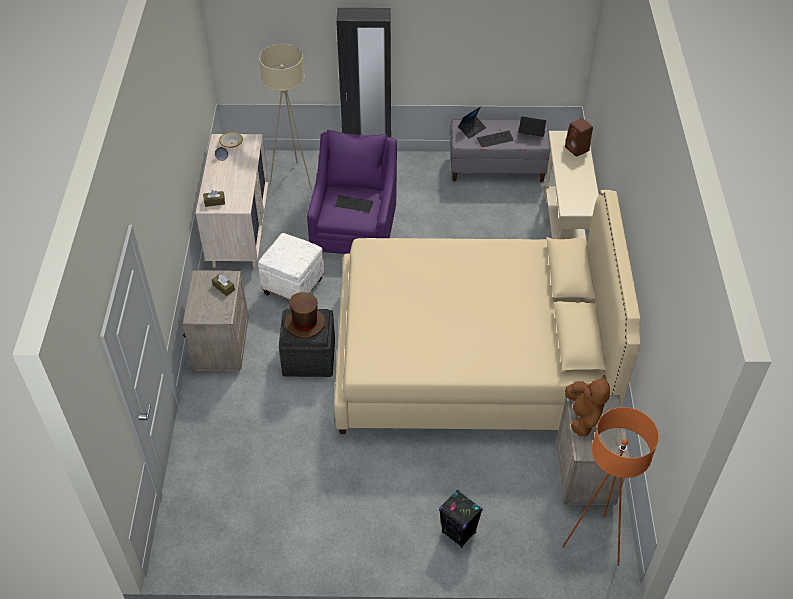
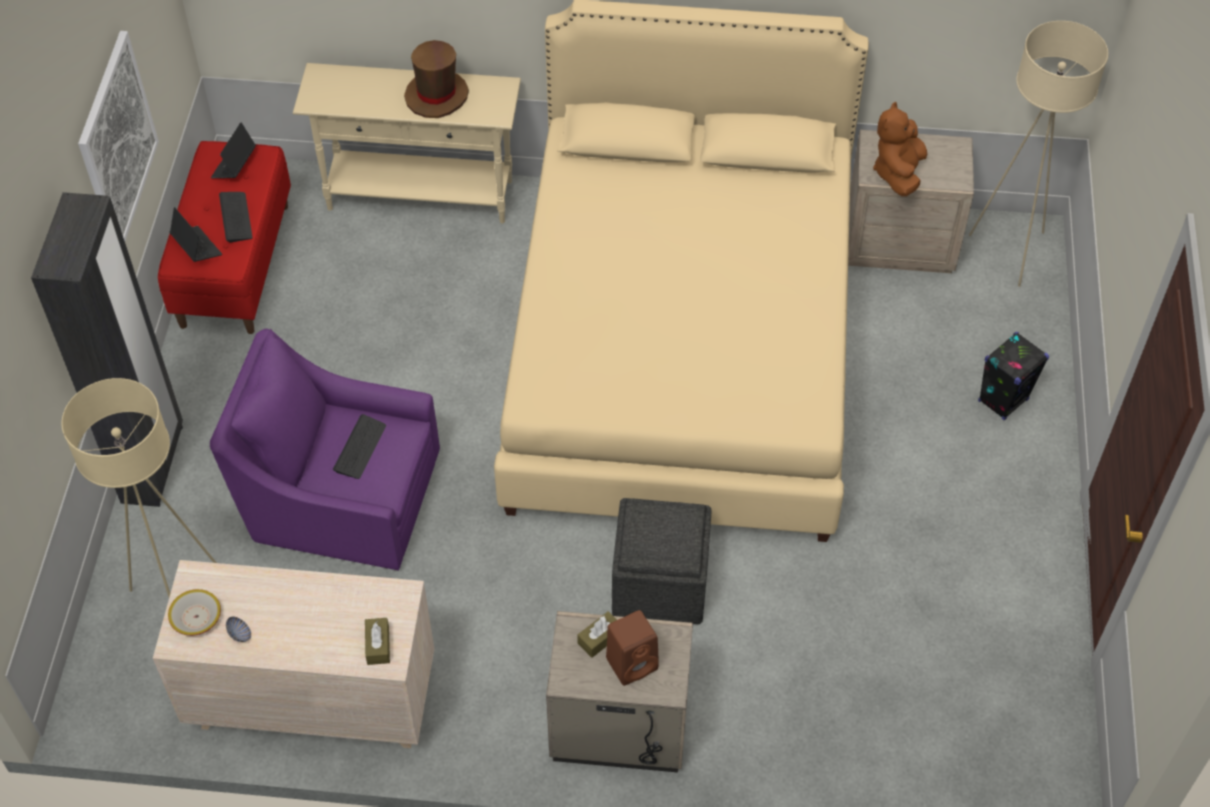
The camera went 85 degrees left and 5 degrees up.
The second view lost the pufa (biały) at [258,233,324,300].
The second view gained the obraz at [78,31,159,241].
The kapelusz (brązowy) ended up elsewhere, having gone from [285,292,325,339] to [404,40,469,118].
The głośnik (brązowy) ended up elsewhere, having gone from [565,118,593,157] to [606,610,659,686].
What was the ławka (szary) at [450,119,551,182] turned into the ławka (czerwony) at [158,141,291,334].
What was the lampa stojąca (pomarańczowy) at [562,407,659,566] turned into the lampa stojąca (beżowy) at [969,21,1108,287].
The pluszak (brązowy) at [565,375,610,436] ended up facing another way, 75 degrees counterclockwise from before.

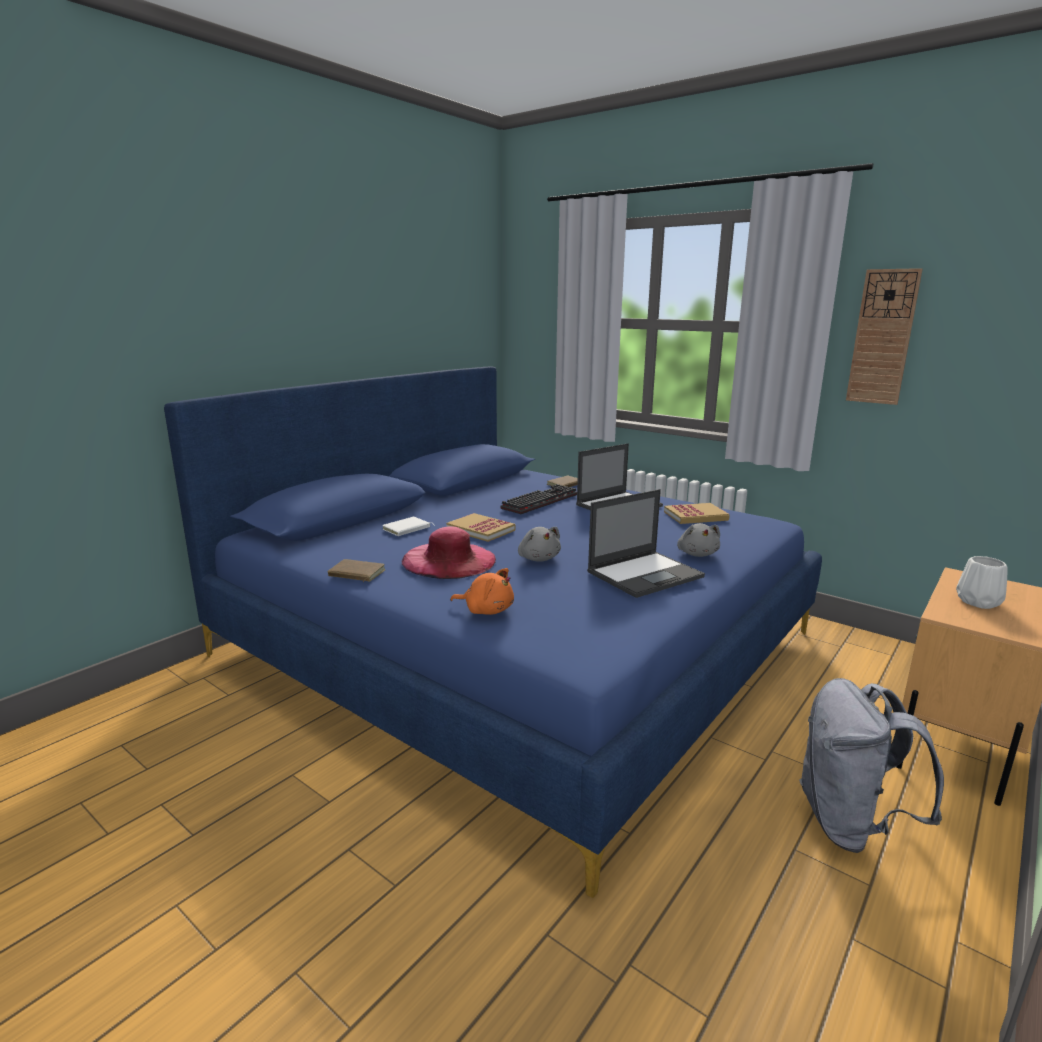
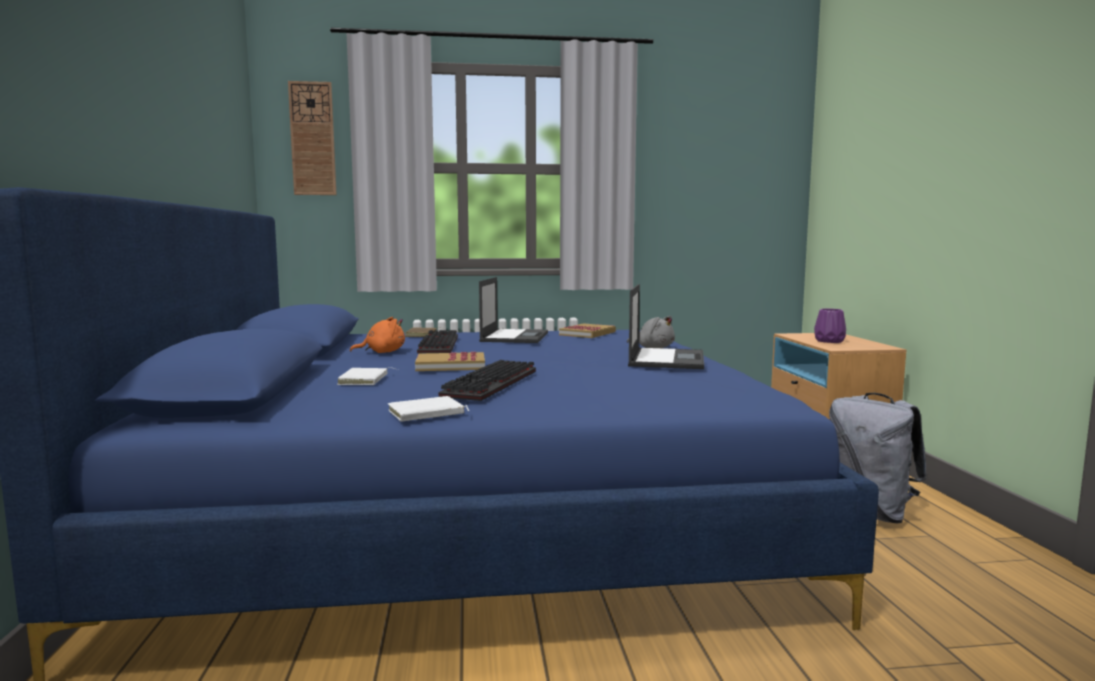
The camera went 45 degrees left and 10 degrees down.
The second view lost the pluszak (szary) at [518,527,561,562].
The pluszak (pomarańczowy) ended up elsewhere, having gone from [450,568,514,615] to [350,317,405,353].
The zegar ścienny ended up elsewhere, having gone from [846,268,923,405] to [288,81,337,195].
Where the kapelusz (różowy) stood at [402,526,496,579], the klawiatura came to stand at [439,360,536,401].
What was the książka (brązowy) at [328,559,386,582] turned into the książka (biały) at [388,396,469,422].
What was the wazon (biały) at [956,556,1008,609] turned into the wazon (fioletowy) at [814,309,846,343].

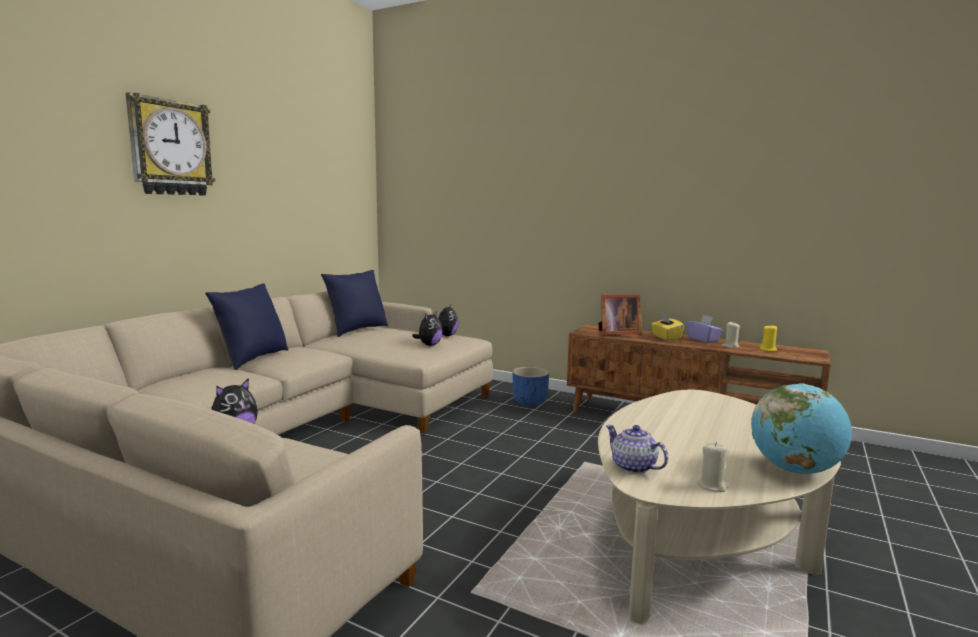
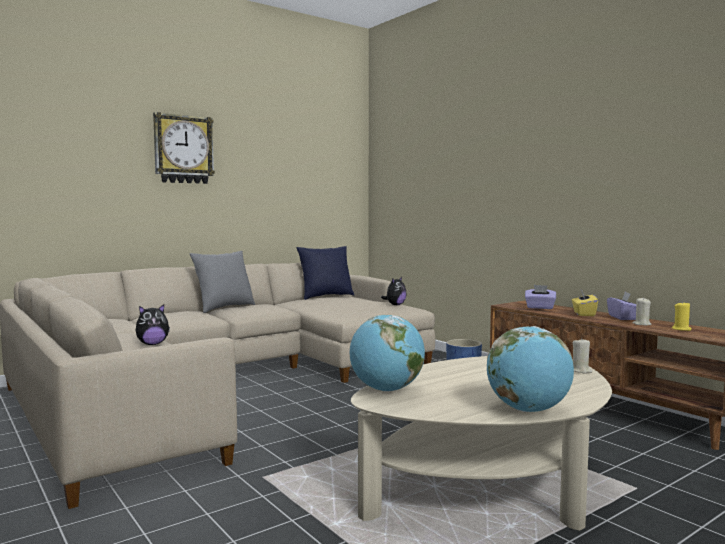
The camera went 25 degrees right and 5 degrees down.
The second view lost the pluszak at [412,311,443,346].
The świeca (beżowy) ended up elsewhere, having gone from [697,442,729,492] to [573,338,592,373].
Where the ramka na zdjęcie stood at [599,294,642,335], the pudełko chusteczek (fioletowy) came to stand at [525,285,556,309].
Where the imbryk stood at [606,425,668,474], the globus came to stand at [350,315,425,392].
What was the poduszka (niebieski) at [205,283,288,370] turned into the poduszka (szary) at [190,251,255,313].

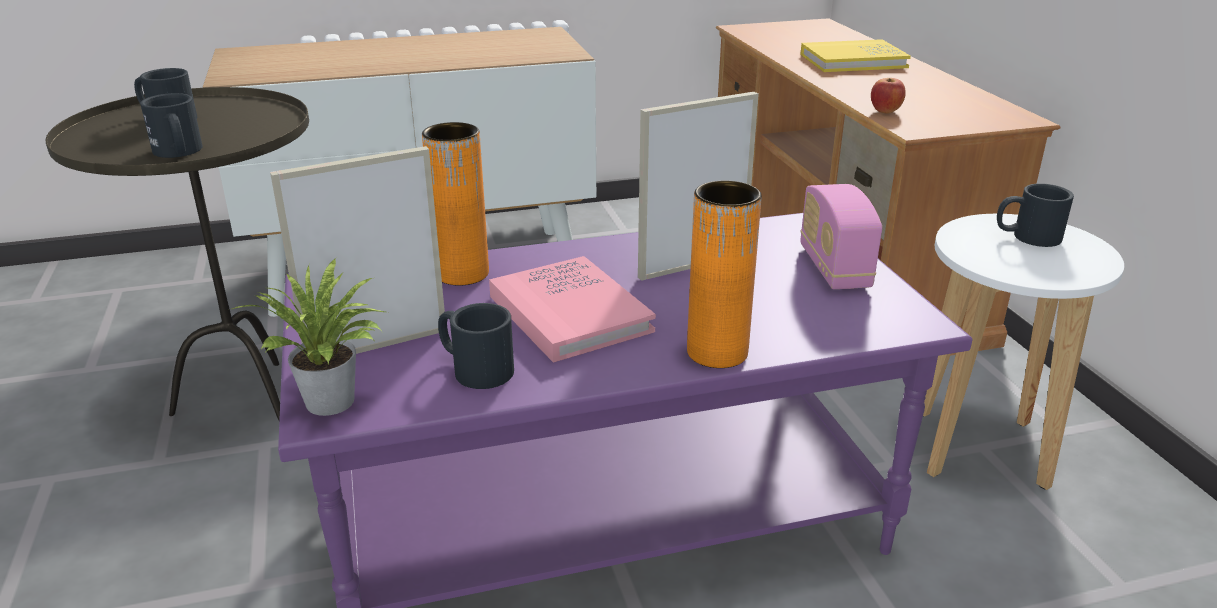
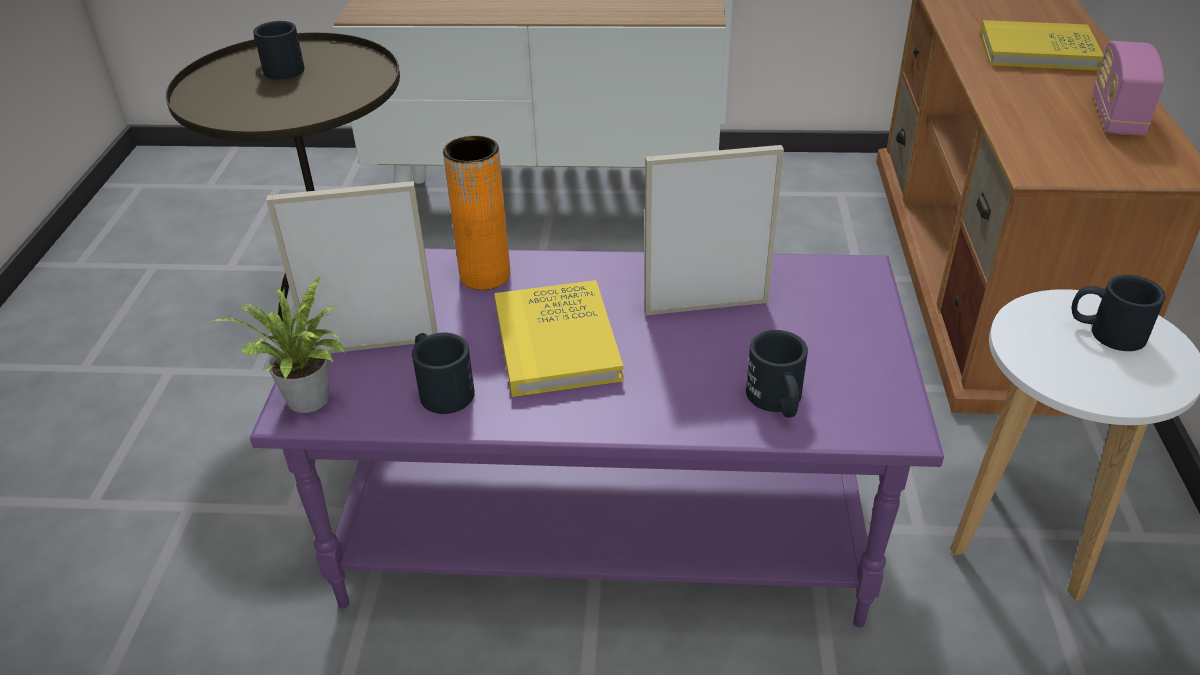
The camera went 20 degrees right and 10 degrees up.
The second view lost the wazon (pomarańczowy) at [687,181,762,368].
The second view lost the jabłko at [871,78,906,113].
The kubek (czarny) ended up elsewhere, having gone from [140,93,203,158] to [746,330,808,418].
The radio ended up elsewhere, having gone from [800,184,882,289] to [1093,41,1164,135].
What was the książka (różowy) at [489,256,656,363] turned into the książka (żółty) at [494,280,623,397].

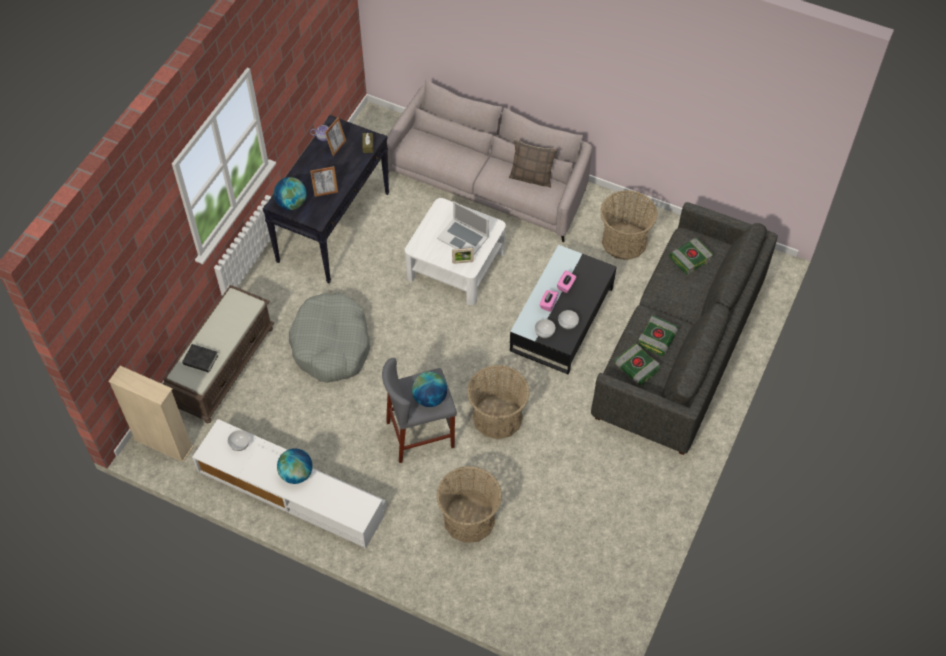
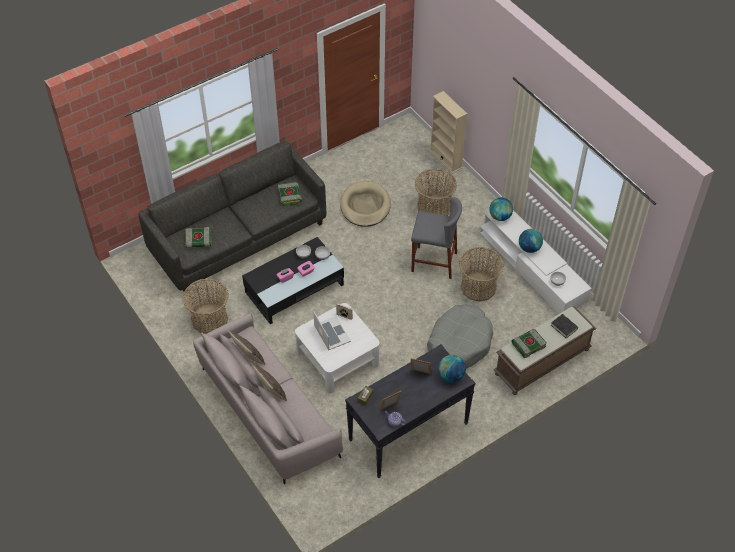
The camera went 150 degrees left and 5 degrees down.
The second view gained the poduszka at [251,363,287,401].
The second view gained the legowisko (beżowy) at [340,181,391,227].
The regał (beżowy) ended up elsewhere, having gone from [108,366,194,462] to [430,91,467,173].
The globus ended up elsewhere, having gone from [412,372,447,407] to [489,198,513,221].
The koszyk ended up elsewhere, having gone from [467,365,530,439] to [459,247,504,302].
The książka ended up elsewhere, having gone from [638,316,679,356] to [512,329,547,358].

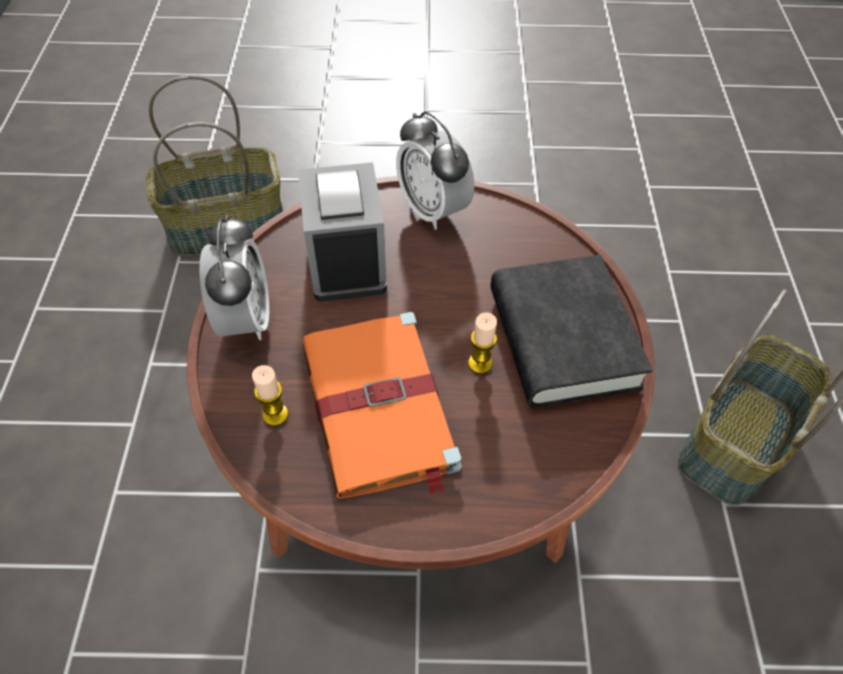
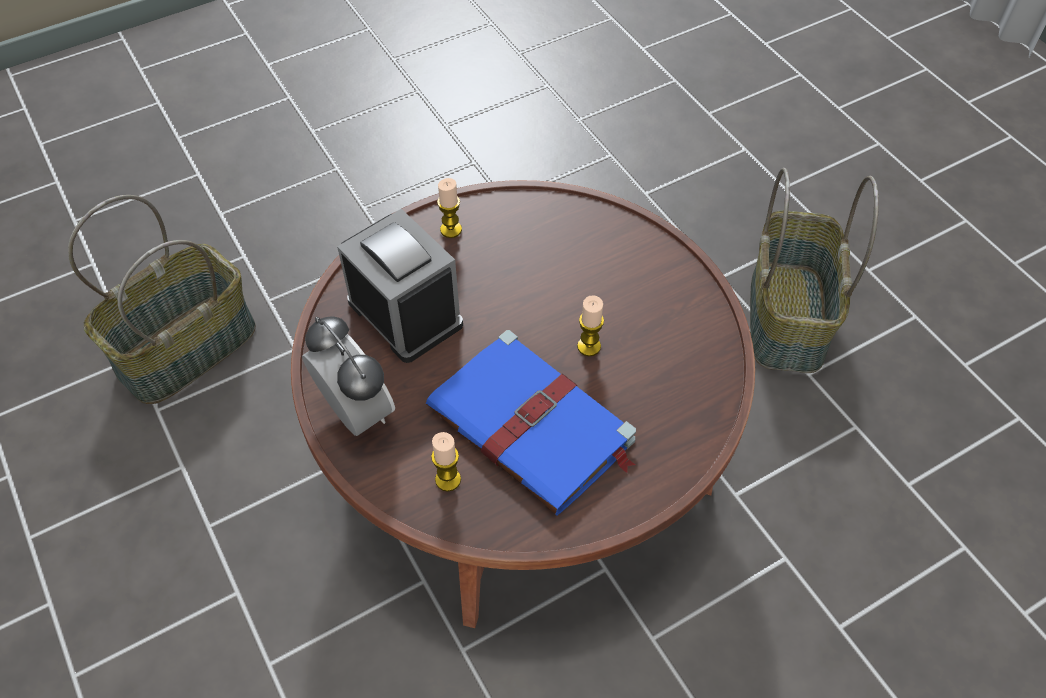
The camera went 30 degrees left and 0 degrees up.
The second view lost the książka (czarny) at [490,255,653,408].
Where the budzik stood at [396,111,475,230], the świeca came to stand at [437,178,462,238].
What was the książka (pomarańczowy) at [302,312,462,499] turned into the książka (niebieski) at [426,330,636,516].

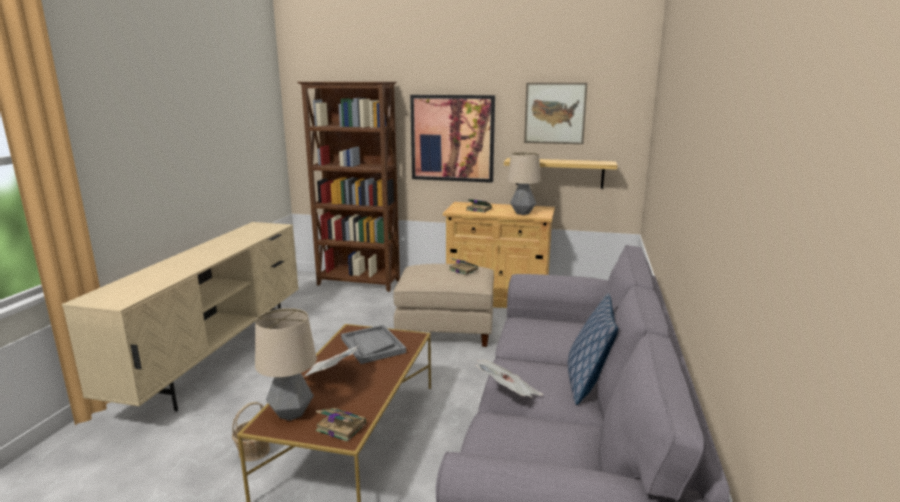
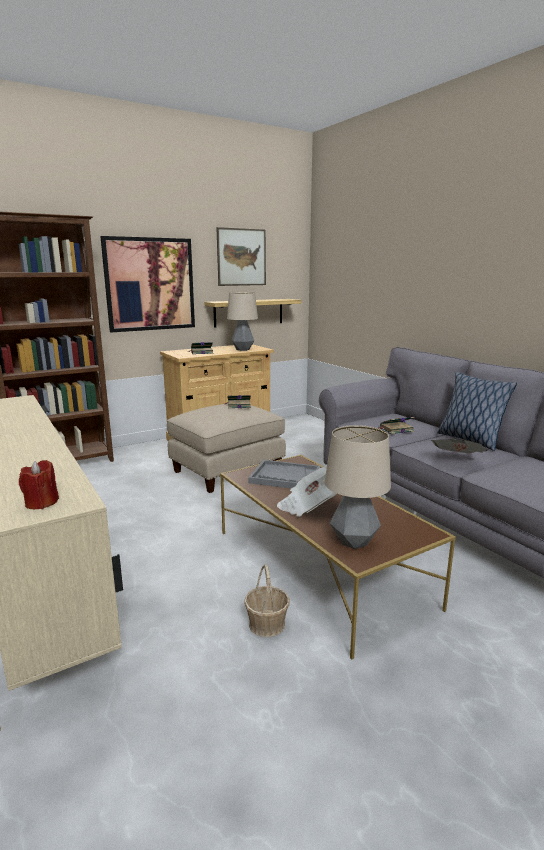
The camera went 45 degrees left and 0 degrees up.
The second view gained the świeca (czerwony) at [19,460,59,509].
The książka ended up elsewhere, having gone from [316,408,366,442] to [380,417,414,434].

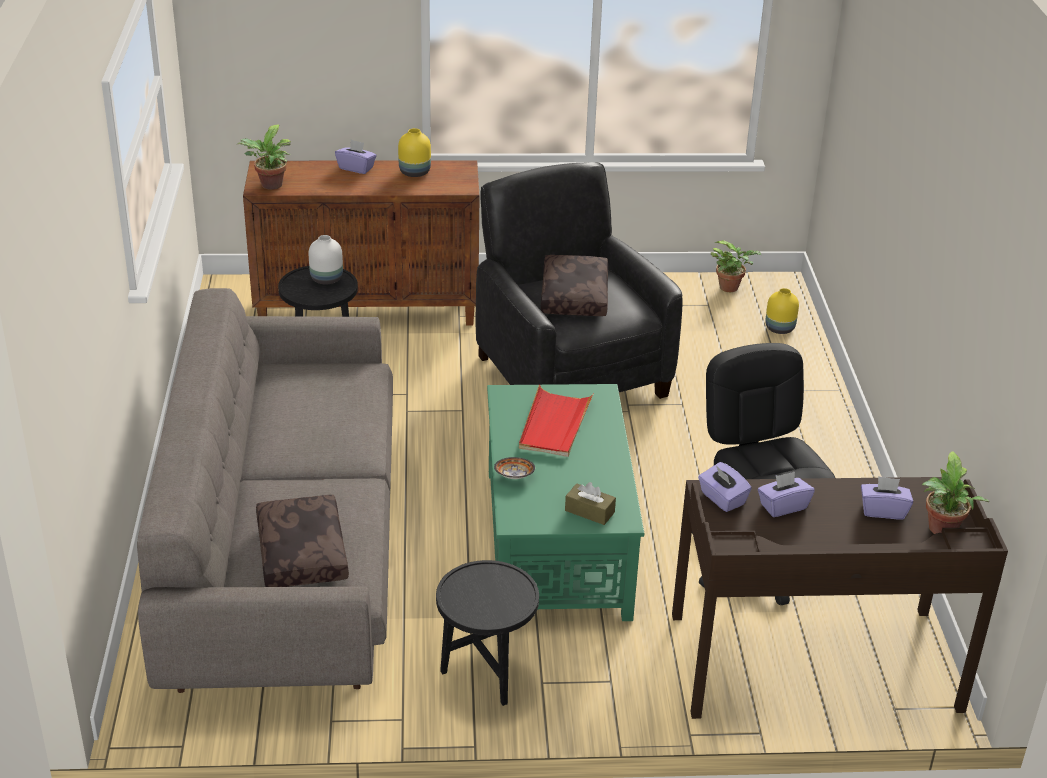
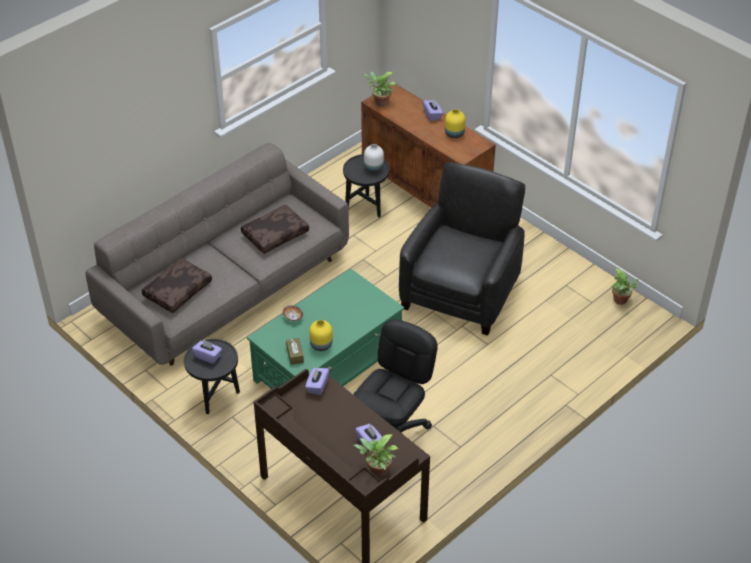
The camera went 50 degrees right and 10 degrees up.
The second view lost the taca (czerwony) at [519,385,594,457].
The poduszka (brązowy) ended up elsewhere, having gone from [541,255,608,316] to [241,205,309,254].
The pudełko chusteczek (fioletowy) ended up elsewhere, having gone from [758,472,815,517] to [192,339,222,364].
The wazon (żółty) ended up elsewhere, having gone from [765,288,799,334] to [309,320,333,351].

